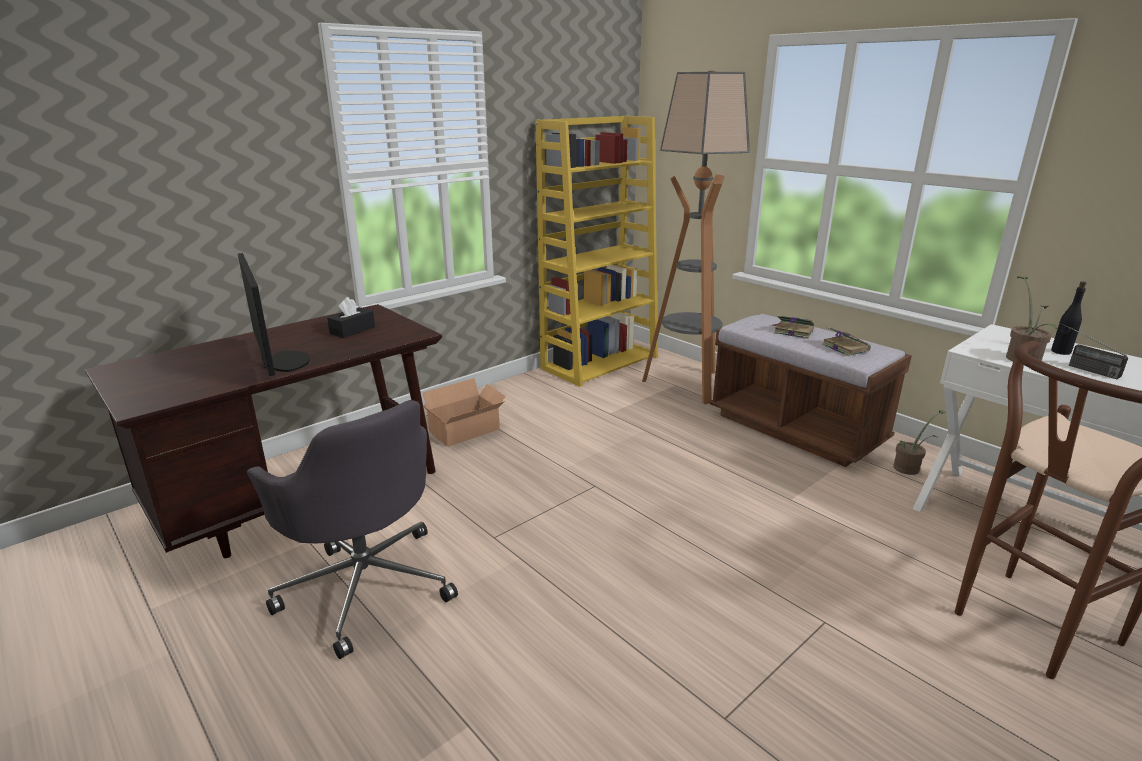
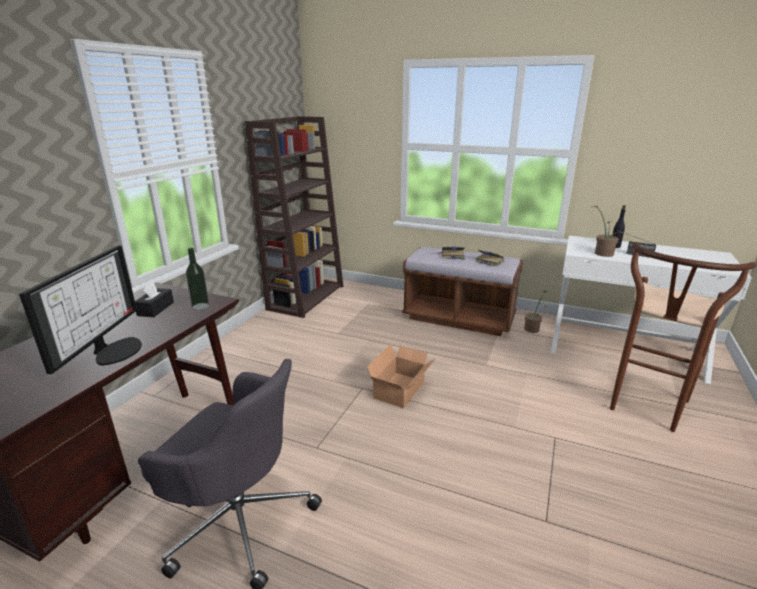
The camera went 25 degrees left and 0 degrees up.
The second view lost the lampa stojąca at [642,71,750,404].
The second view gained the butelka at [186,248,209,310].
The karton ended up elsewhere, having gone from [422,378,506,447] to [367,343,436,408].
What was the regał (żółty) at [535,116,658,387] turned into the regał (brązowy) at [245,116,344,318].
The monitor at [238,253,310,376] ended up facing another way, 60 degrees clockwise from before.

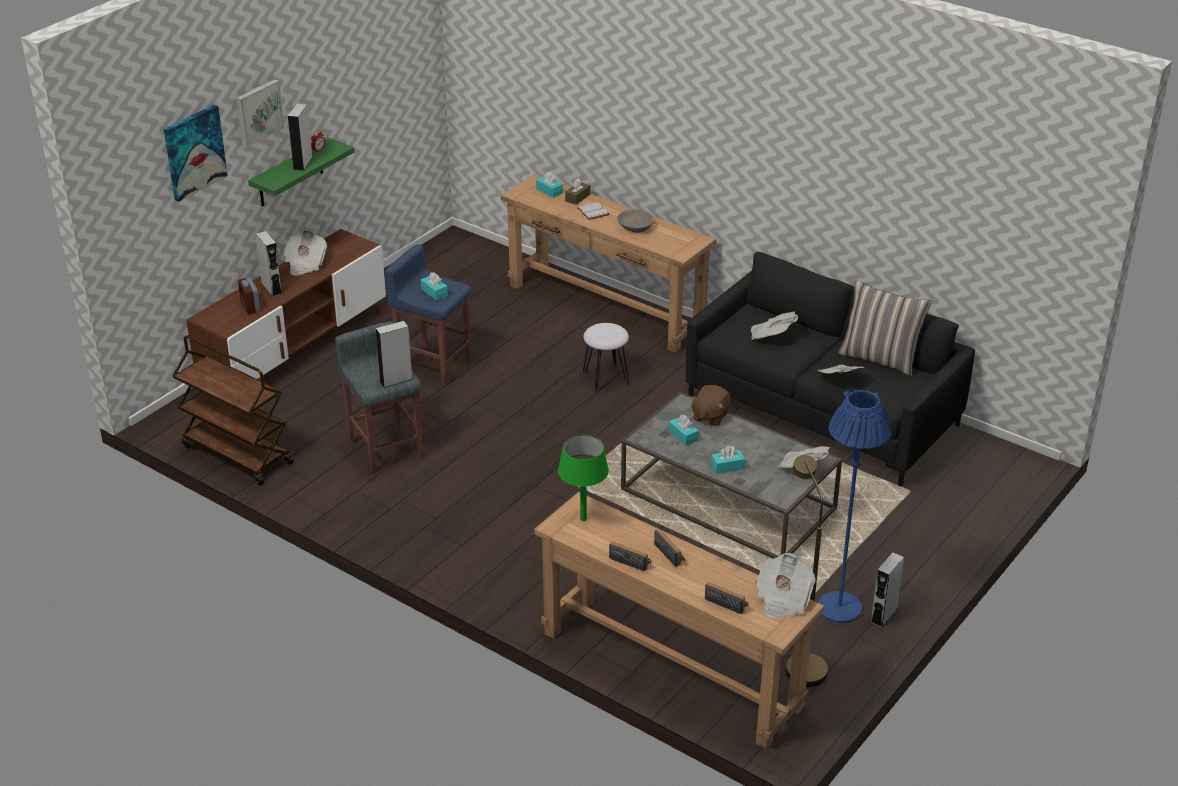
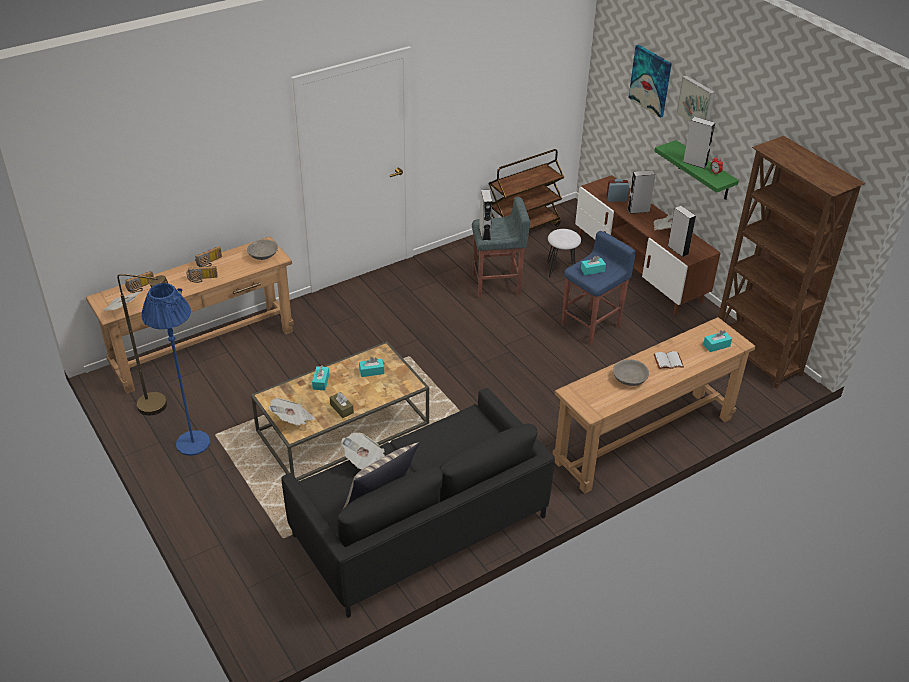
The camera went 110 degrees right and 5 degrees up.
The second view lost the pluszak (brązowy) at [690,385,731,426].
The second view lost the gazeta at [751,312,798,340].
The second view gained the regał (brązowy) at [718,136,865,389].
The pudełko chusteczek (brązowy) ended up elsewhere, having gone from [565,179,590,205] to [330,392,354,418].
The stołek (biały) ended up elsewhere, having gone from [583,323,629,392] to [547,229,581,278].
The głośnik (szary) ended up elsewhere, having gone from [871,552,904,627] to [668,206,696,257].
Where the lampa stołowa (zielony) stood at [558,435,609,521], the miska (szary) came to stand at [247,239,278,260].
What was the ława (szary) at [621,392,842,558] turned into the ława (brązowy) at [251,341,429,481].

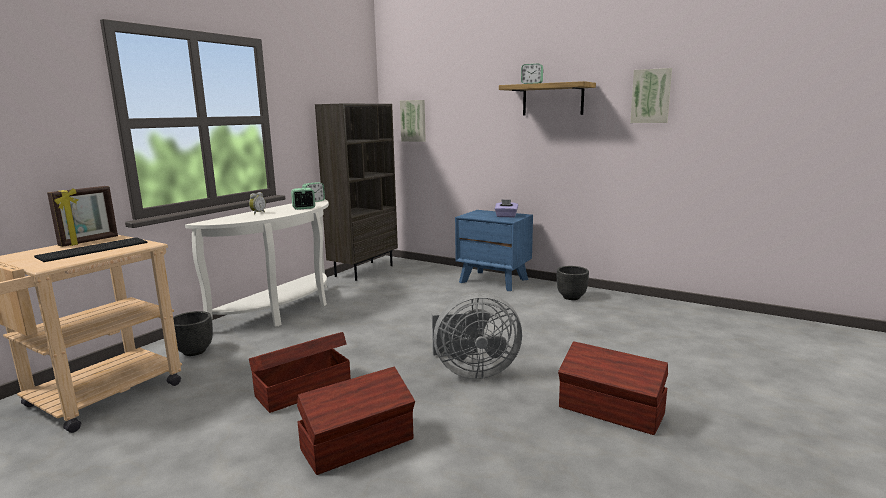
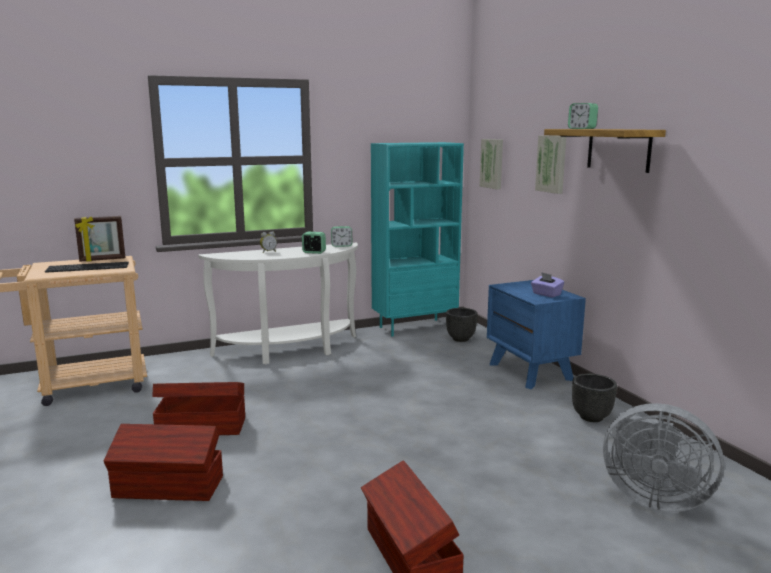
The camera went 35 degrees right and 0 degrees up.
The donica (czarny) ended up elsewhere, having gone from [173,311,213,356] to [446,308,477,342].
The wentylator (szary) ended up elsewhere, having gone from [432,293,522,379] to [603,403,724,512].
The obraz ended up elsewhere, having gone from [630,68,672,123] to [535,135,566,194].
What was the regał (brązowy) at [315,104,398,281] turned into the regał (turkusowy) at [371,142,464,337].

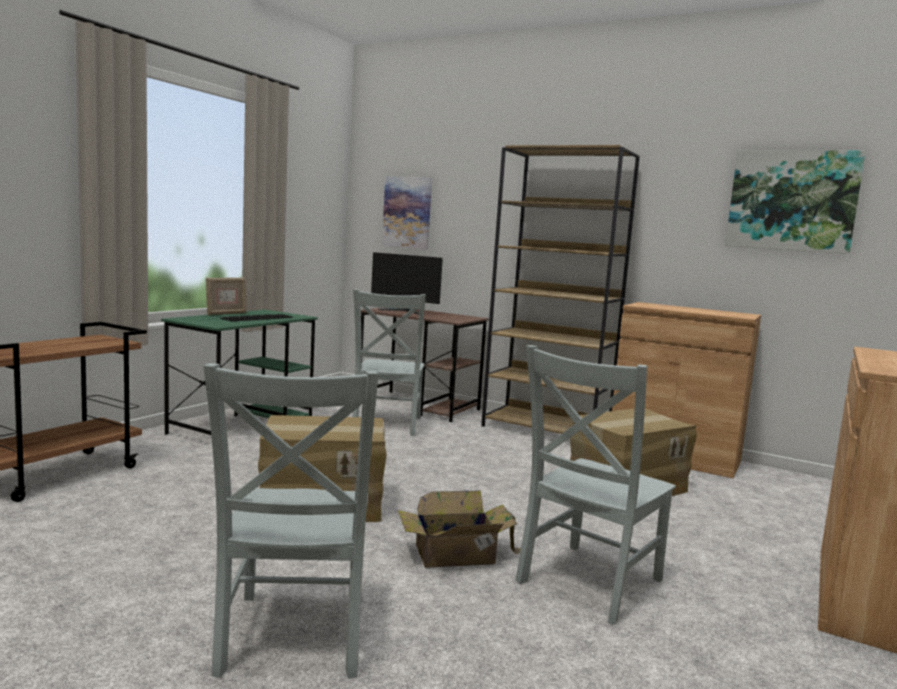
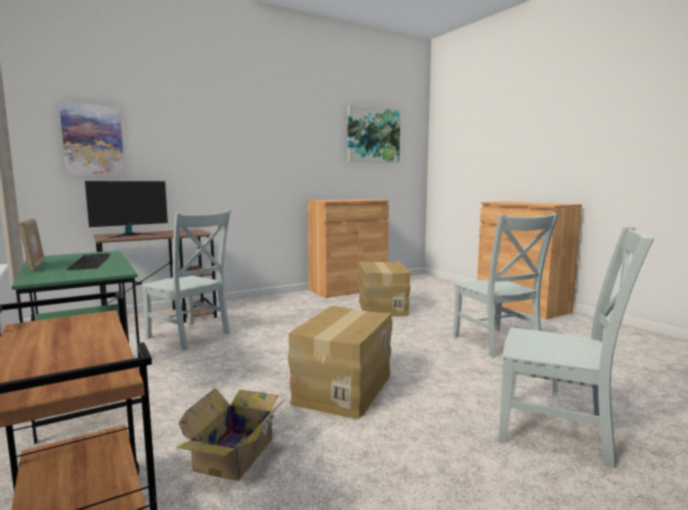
The camera went 60 degrees left and 0 degrees up.
The second view lost the regał (brązowy) at [481,145,640,434].
The karton ended up elsewhere, having gone from [398,490,521,568] to [177,388,286,481].

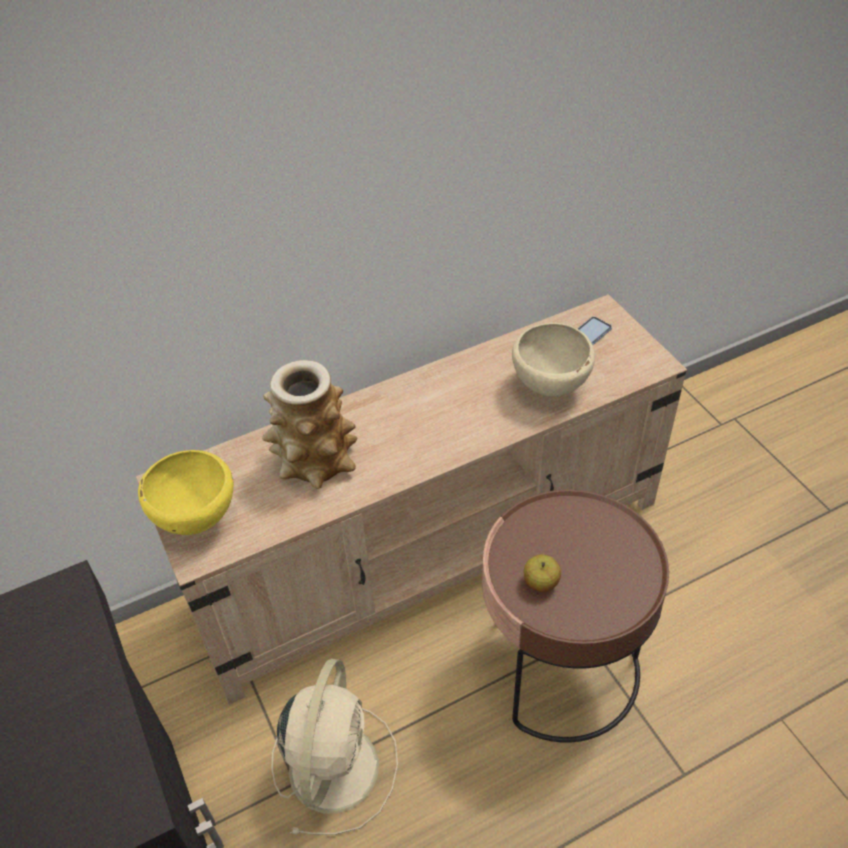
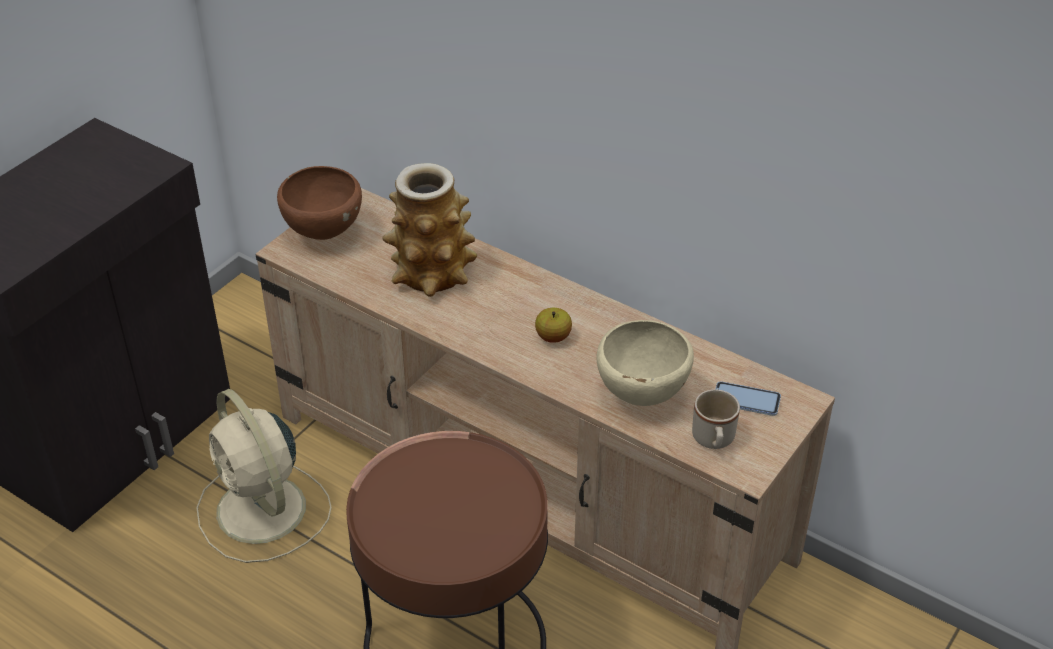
The camera went 60 degrees right and 5 degrees down.
The second view gained the kubek (beżowy) at [692,389,740,449].
The jabłko ended up elsewhere, having gone from [524,555,561,592] to [535,308,572,343].
What was the miska (żółty) at [138,450,234,535] turned into the miska (brązowy) at [277,166,362,240].
The wentylator (beżowy) at [271,659,398,835] ended up facing another way, 75 degrees clockwise from before.

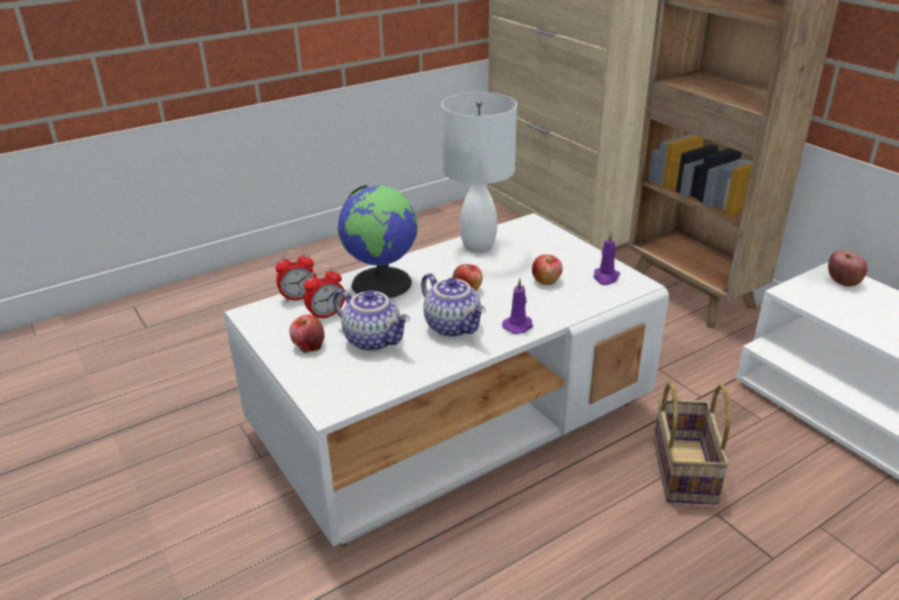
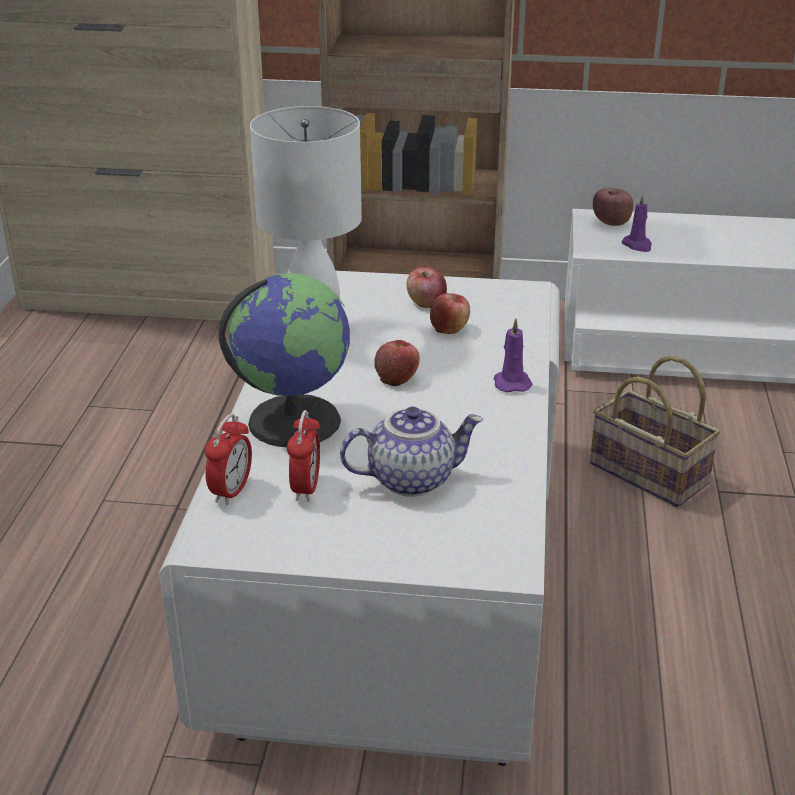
The camera went 50 degrees left and 0 degrees up.
The second view lost the imbryk at [421,273,486,337].
The jabłko ended up elsewhere, having gone from [290,315,325,353] to [406,267,447,308].
The świeca (fioletowy) ended up elsewhere, having gone from [594,232,620,285] to [621,194,652,252].

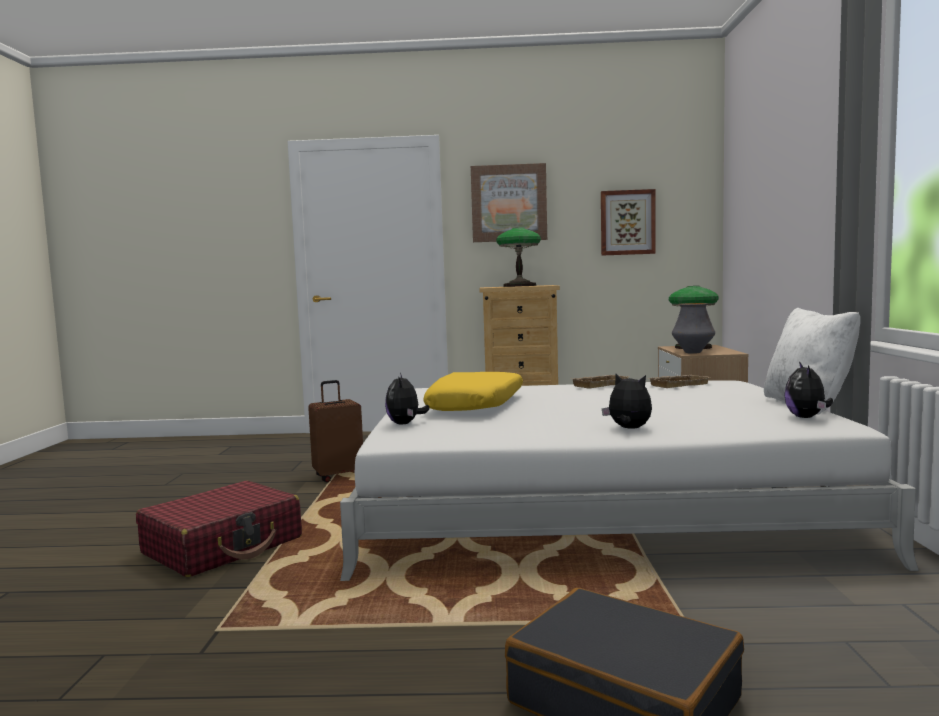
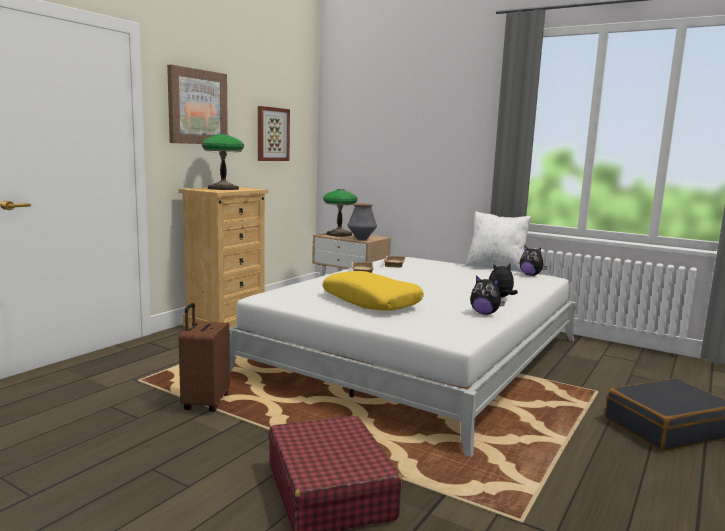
The camera went 60 degrees left and 5 degrees up.
The pluszak ended up elsewhere, having gone from [385,373,430,425] to [470,275,505,315].

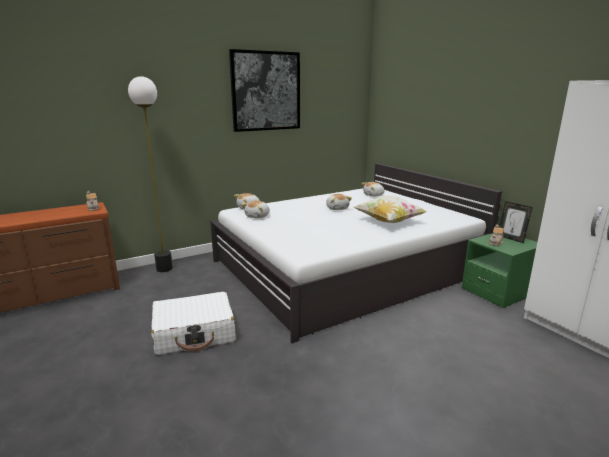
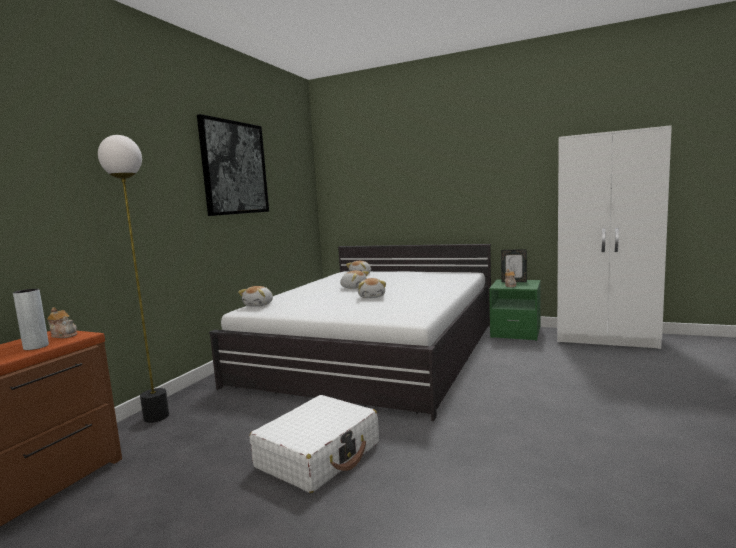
The camera went 35 degrees left and 10 degrees down.
The second view lost the poduszka at [354,196,427,223].
The second view gained the wazon (szary) at [13,289,49,350].
The pluszak ended up elsewhere, having gone from [242,201,270,219] to [358,278,386,298].

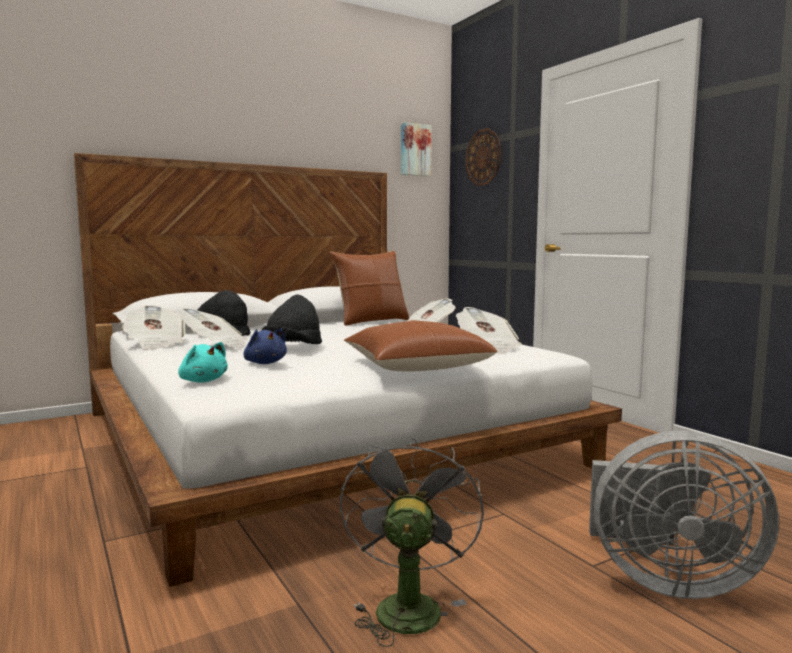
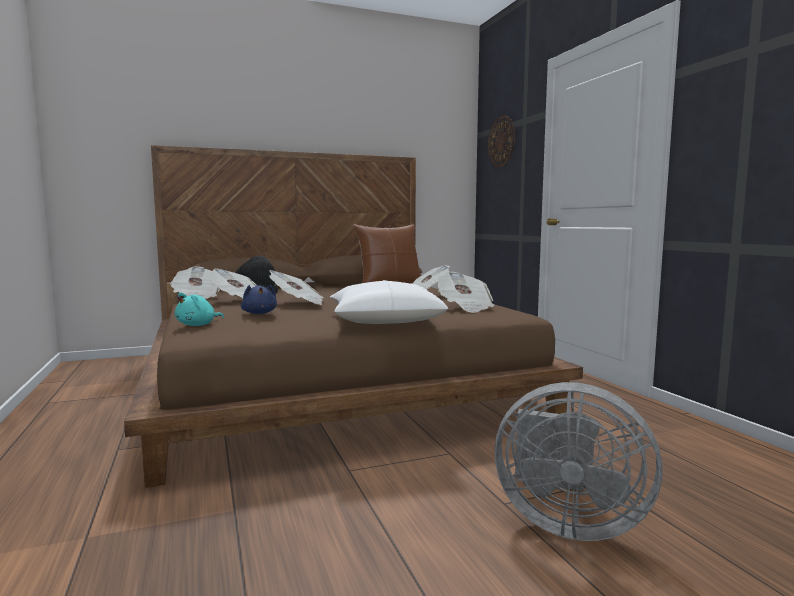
The camera went 10 degrees right and 0 degrees up.
The second view lost the wentylator (szary) at [340,434,484,647].
The second view lost the obraz at [401,122,431,176].
Where the kapelusz (czarny) stood at [262,295,322,344], the gazeta came to stand at [269,270,324,305].
What was the łóżko (biały) at [74,153,622,587] turned into the łóżko (brązowy) at [124,145,583,488].
What was the poduszka (brązowy) at [344,320,498,371] turned into the poduszka (biały) at [330,280,449,324].
The pluszak (turkusowy) at [178,342,228,383] ended up facing another way, 75 degrees clockwise from before.

